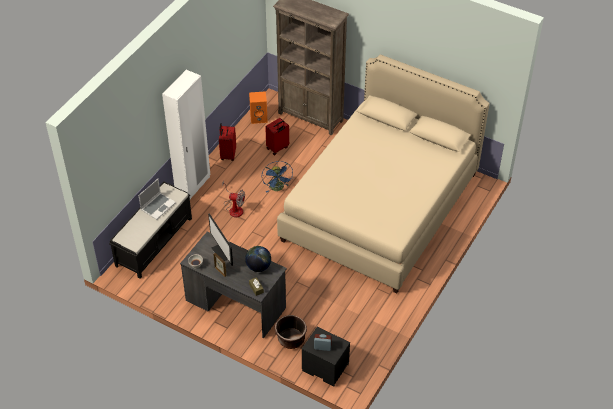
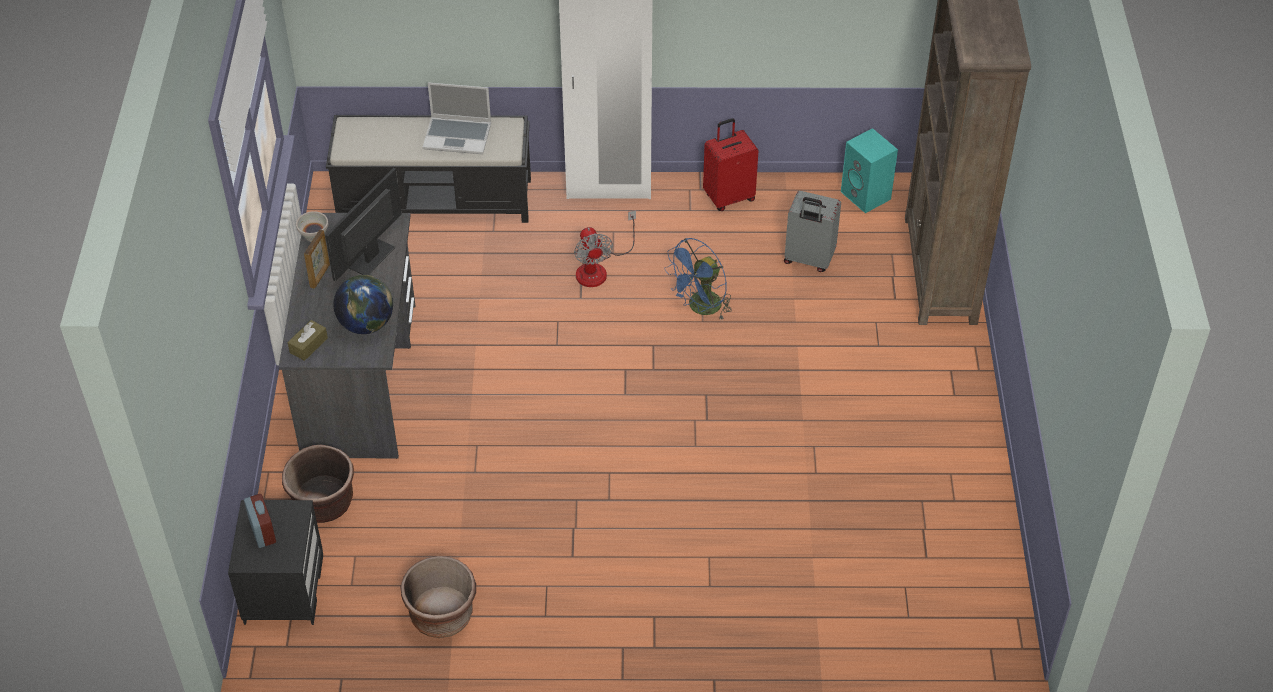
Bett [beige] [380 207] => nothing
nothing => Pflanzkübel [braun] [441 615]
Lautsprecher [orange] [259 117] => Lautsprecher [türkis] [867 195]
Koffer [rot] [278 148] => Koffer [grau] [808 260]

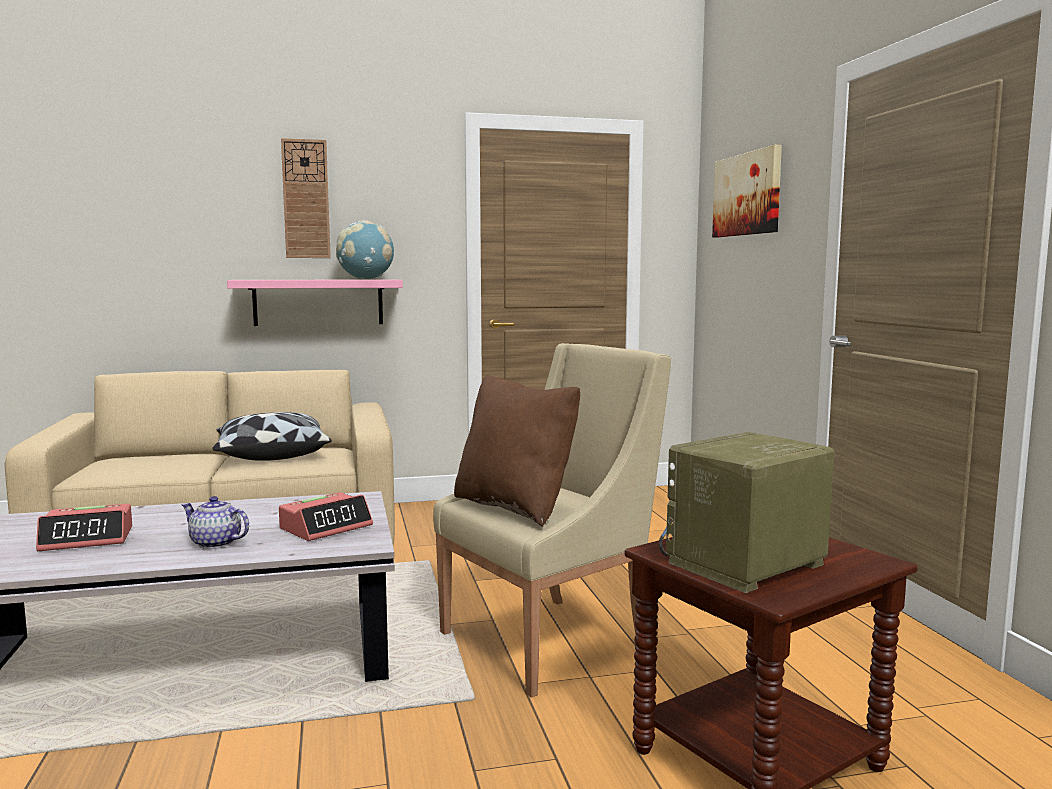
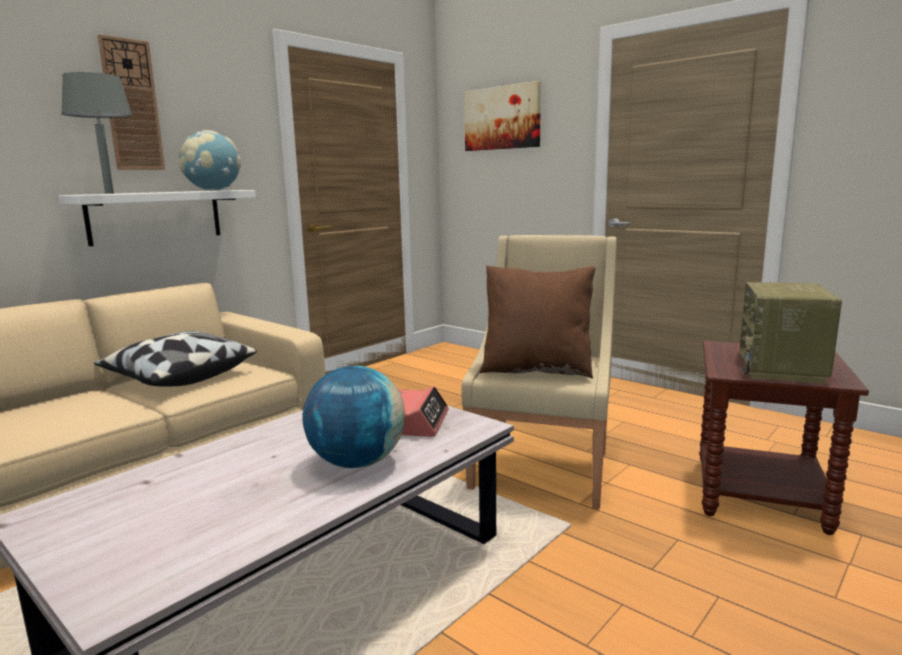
Wecker [87 539] => nothing
nothing => Tischlampe [grau] [109 193]
Teekanne [216 543] => Globus [357 462]
Wandregal [rosa] [318 302] => Wandregal [weiß] [155 216]

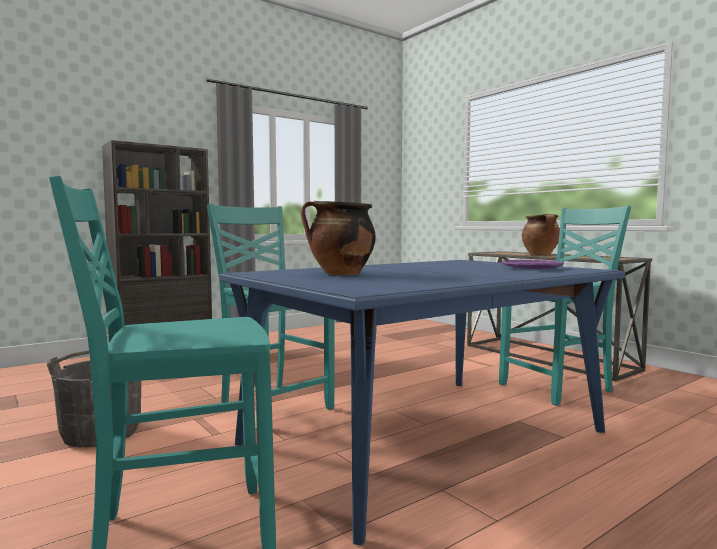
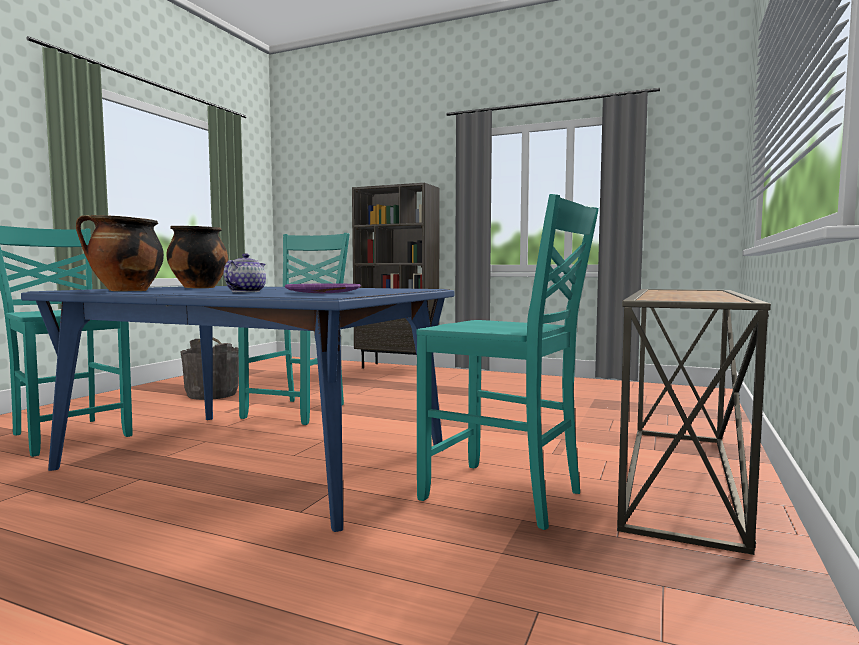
nothing => Teekanne [246 292]
Kochtopf [541 255] => Kochtopf [125 291], shifted

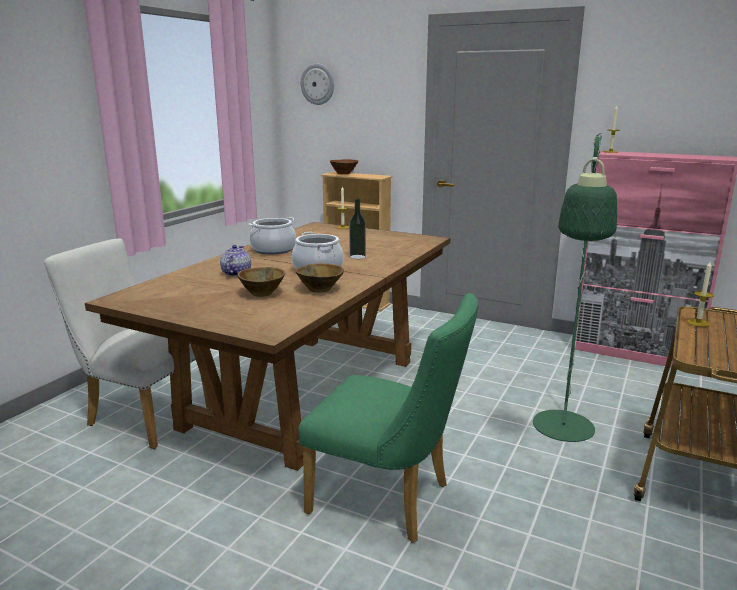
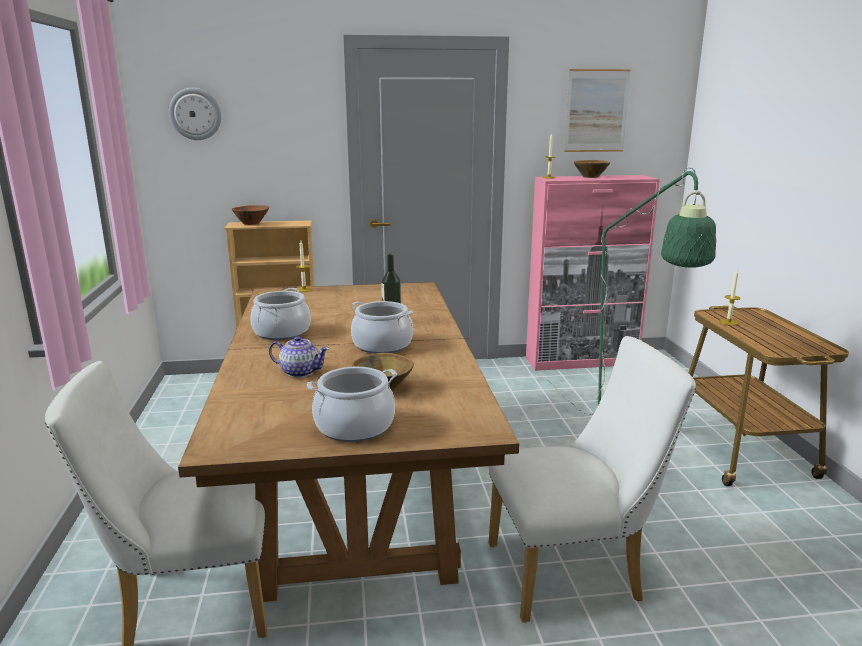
nothing => Kochtopf [354 426]
nothing => Bild [596 111]
Schüssel [braun] [320 289] => Schüssel [braun] [591 177], shifted
Stuhl [grün] [389 500] => Stuhl [weiß] [574 572]
Teekanne [236 273] => Teekanne [300 372], 135 degrees clockwise

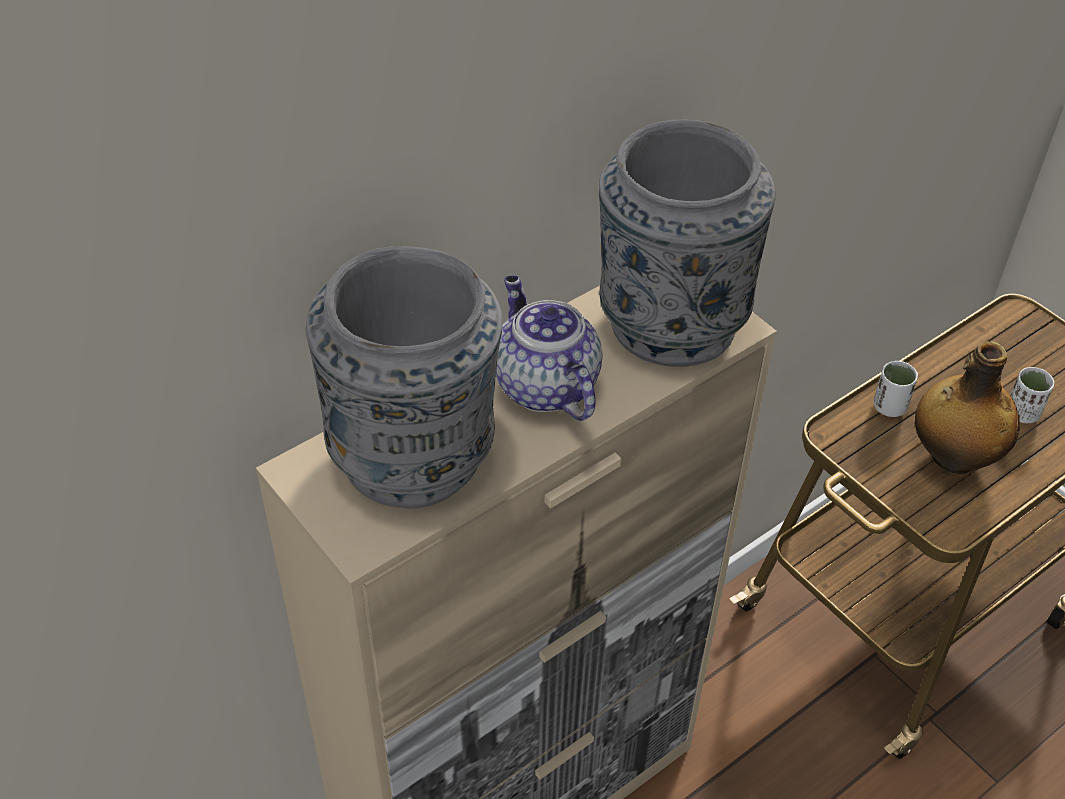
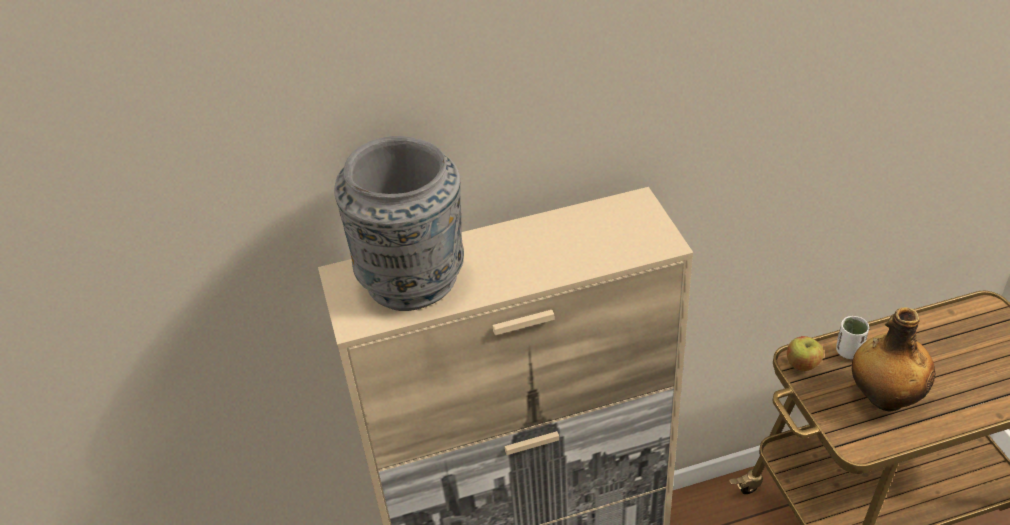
Teekanne [543 385] => nothing
Vase [grau] [669 321] => nothing
Tasse [weiß] [1022 413] => nothing
nothing => Apfel [802 364]

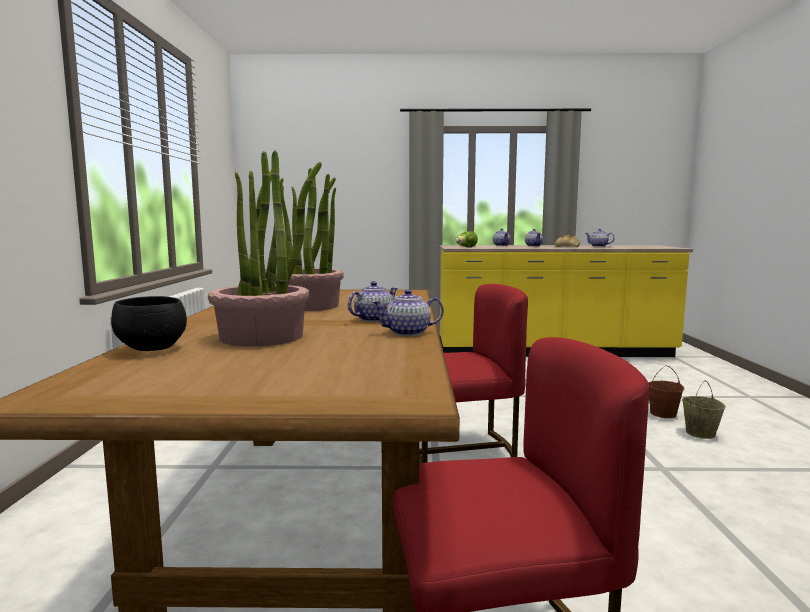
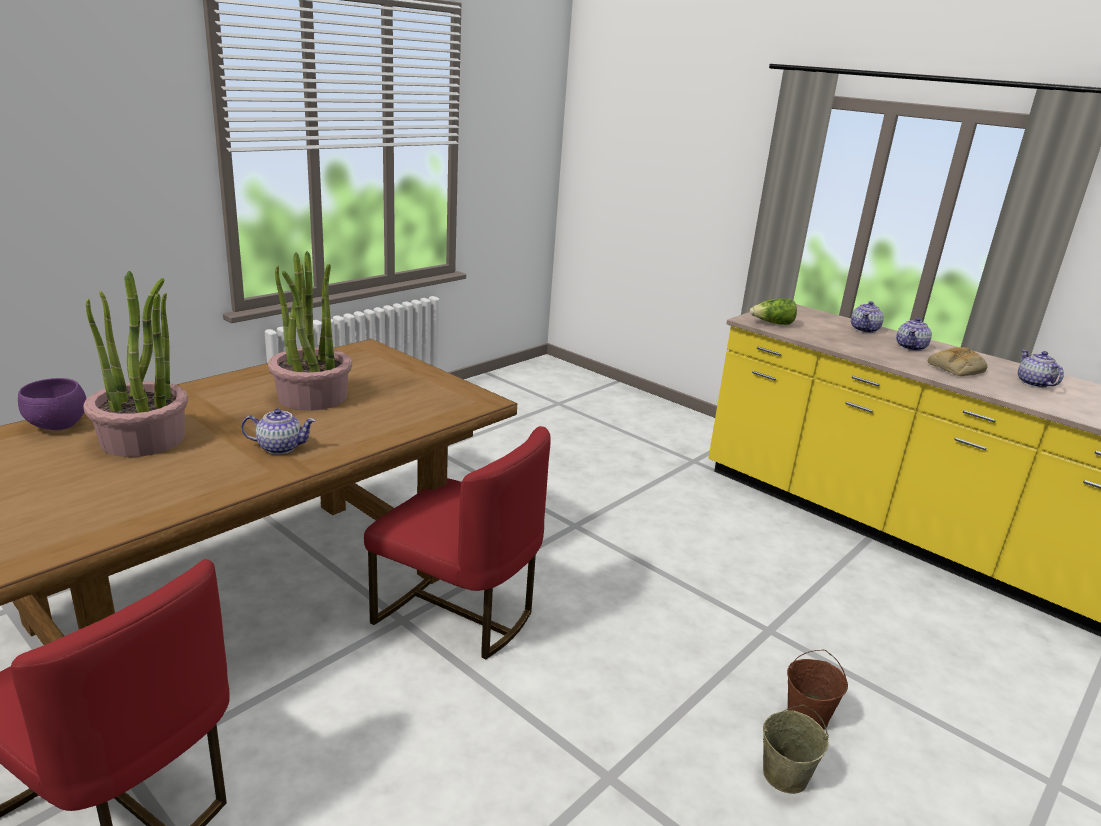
Teekanne [408 333] => nothing
Schüssel [schwarz] [154 349] => Schüssel [lila] [59 426]

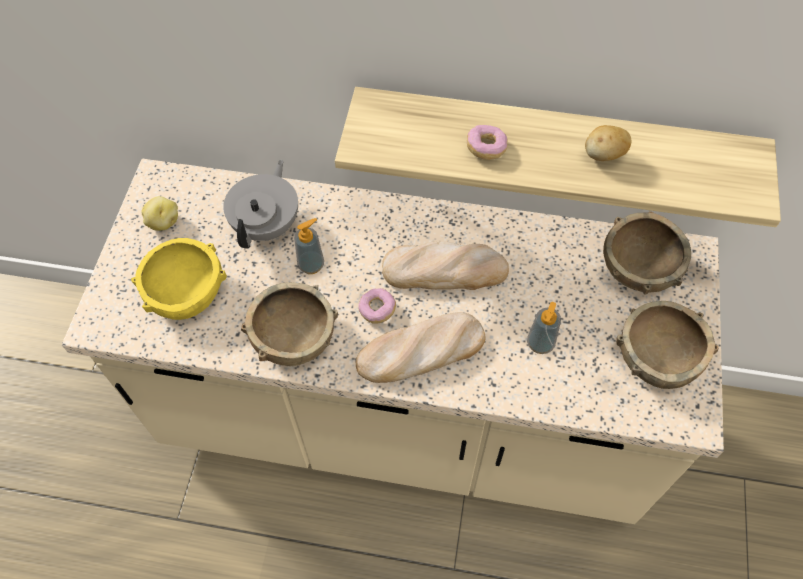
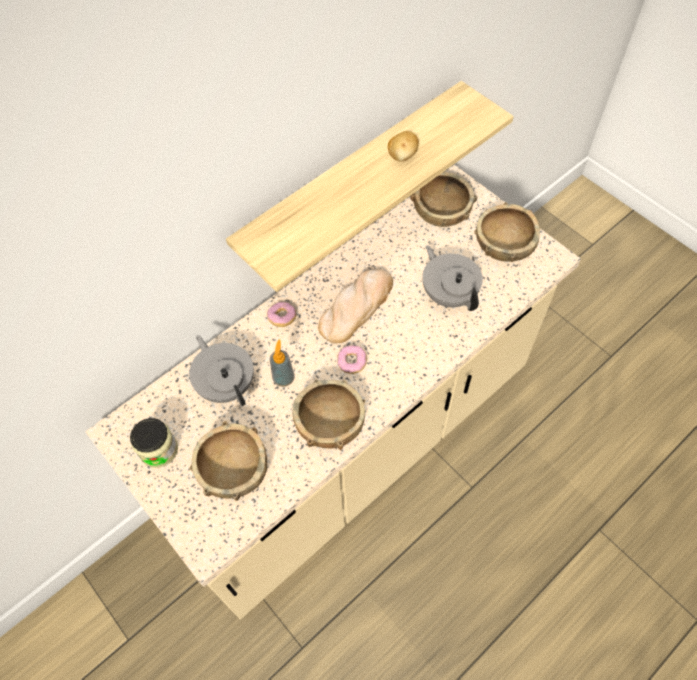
Brot [420 352] => nothing
Donut [486 148] => Donut [282 318], shifted
Kartoffel [163 222] => Vorratsglas [159 450]
Seifenspender [540 343] => Teekanne [grau] [449 294]
Schüssel [gelb] [187 292] => Schüssel [braun] [234 469]

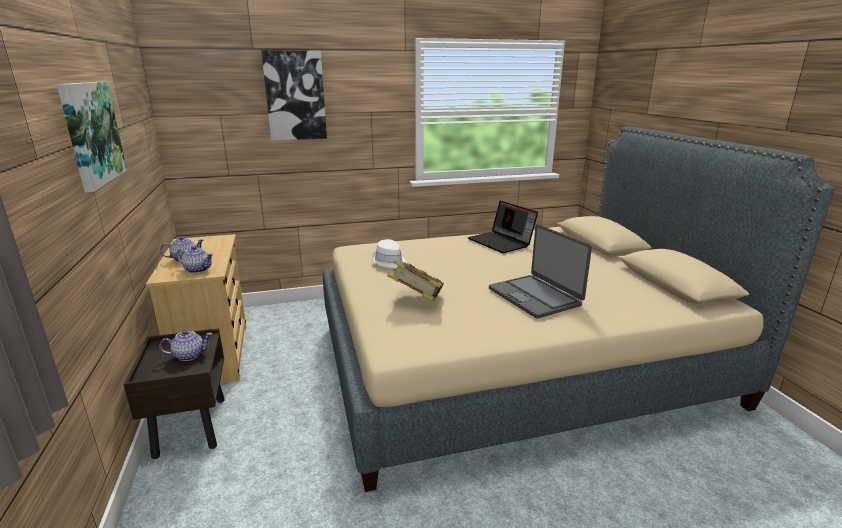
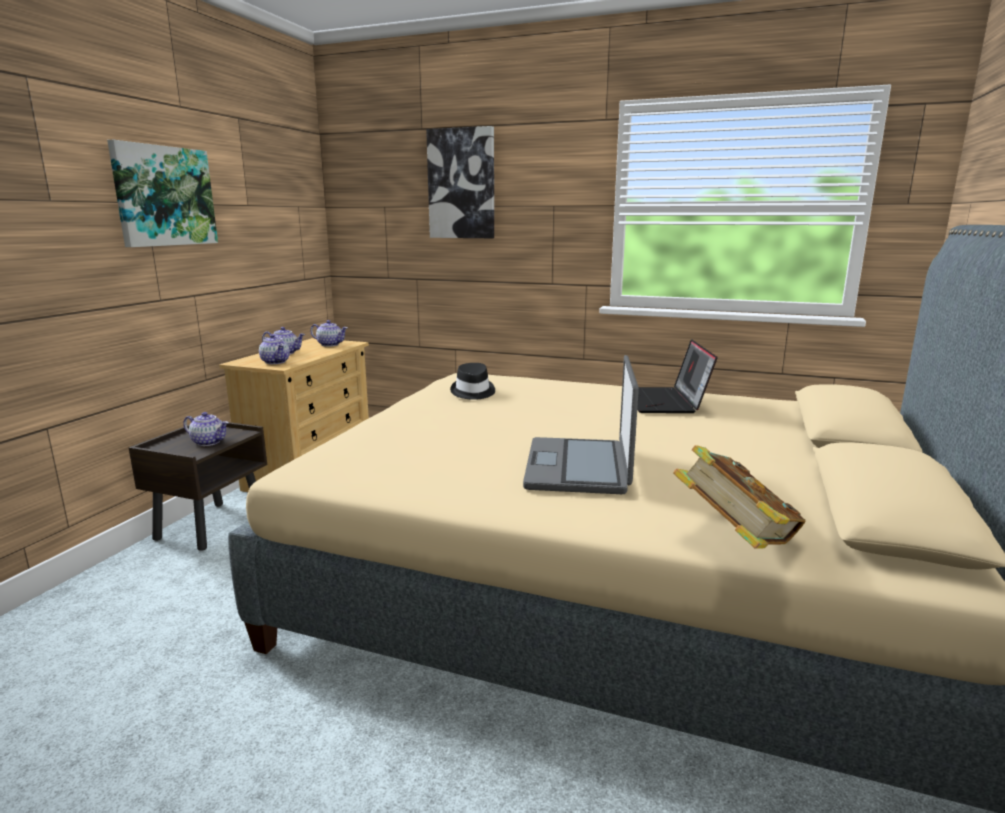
nothing => Teekanne [330 344]
Buch [416 300] => Buch [734 539], shifted
Hut [weiß] [389 261] => Hut [schwarz] [472 392]

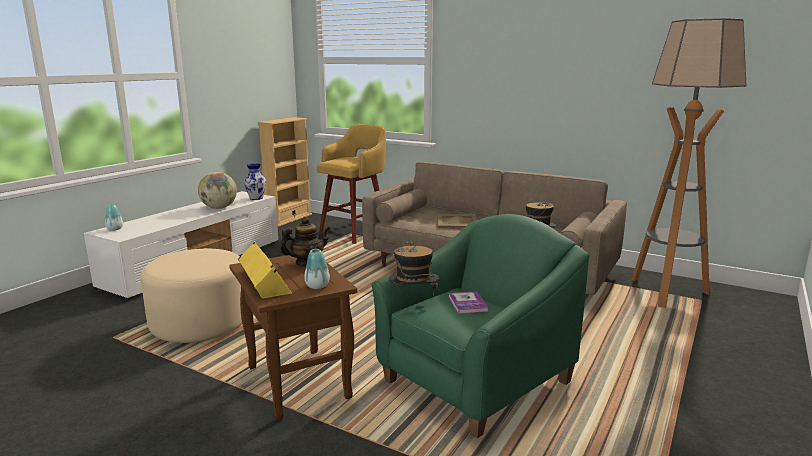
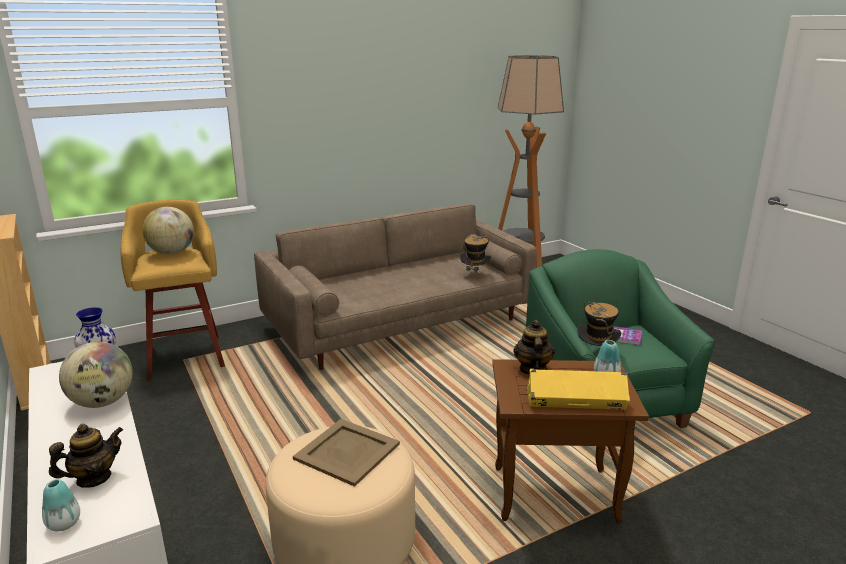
nothing => Teekanne [93 478]
nothing => Globus [172 253]
Tablett [beige] [457 222] => Tablett [beige] [347 452], shifted

